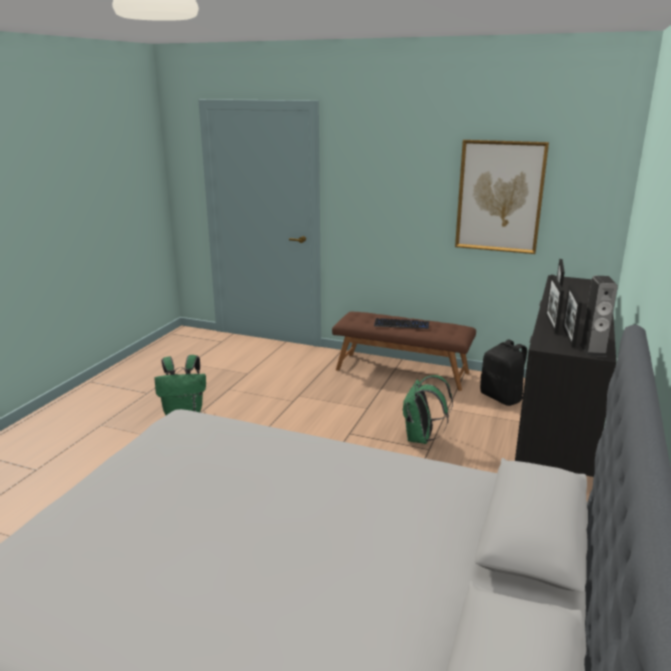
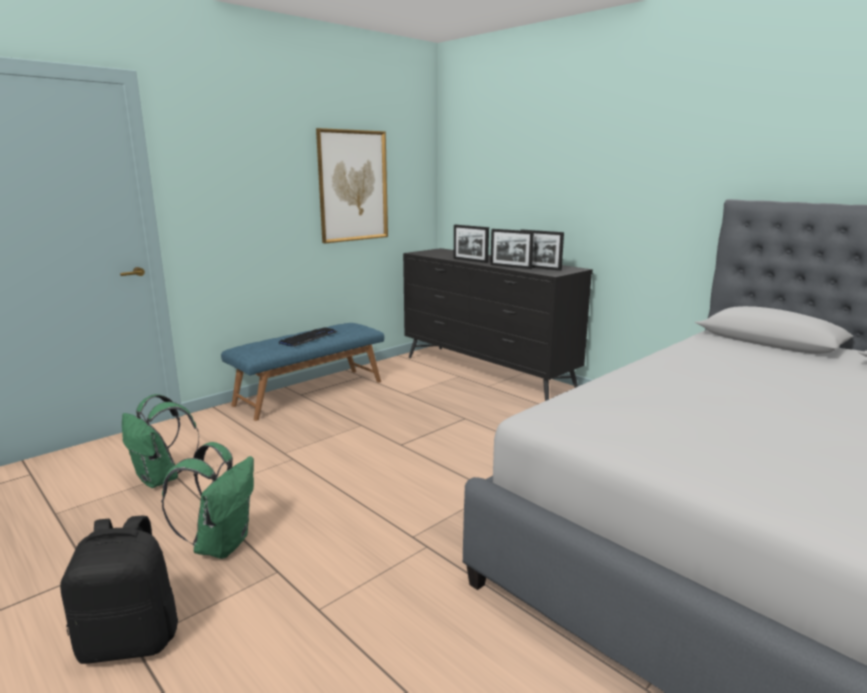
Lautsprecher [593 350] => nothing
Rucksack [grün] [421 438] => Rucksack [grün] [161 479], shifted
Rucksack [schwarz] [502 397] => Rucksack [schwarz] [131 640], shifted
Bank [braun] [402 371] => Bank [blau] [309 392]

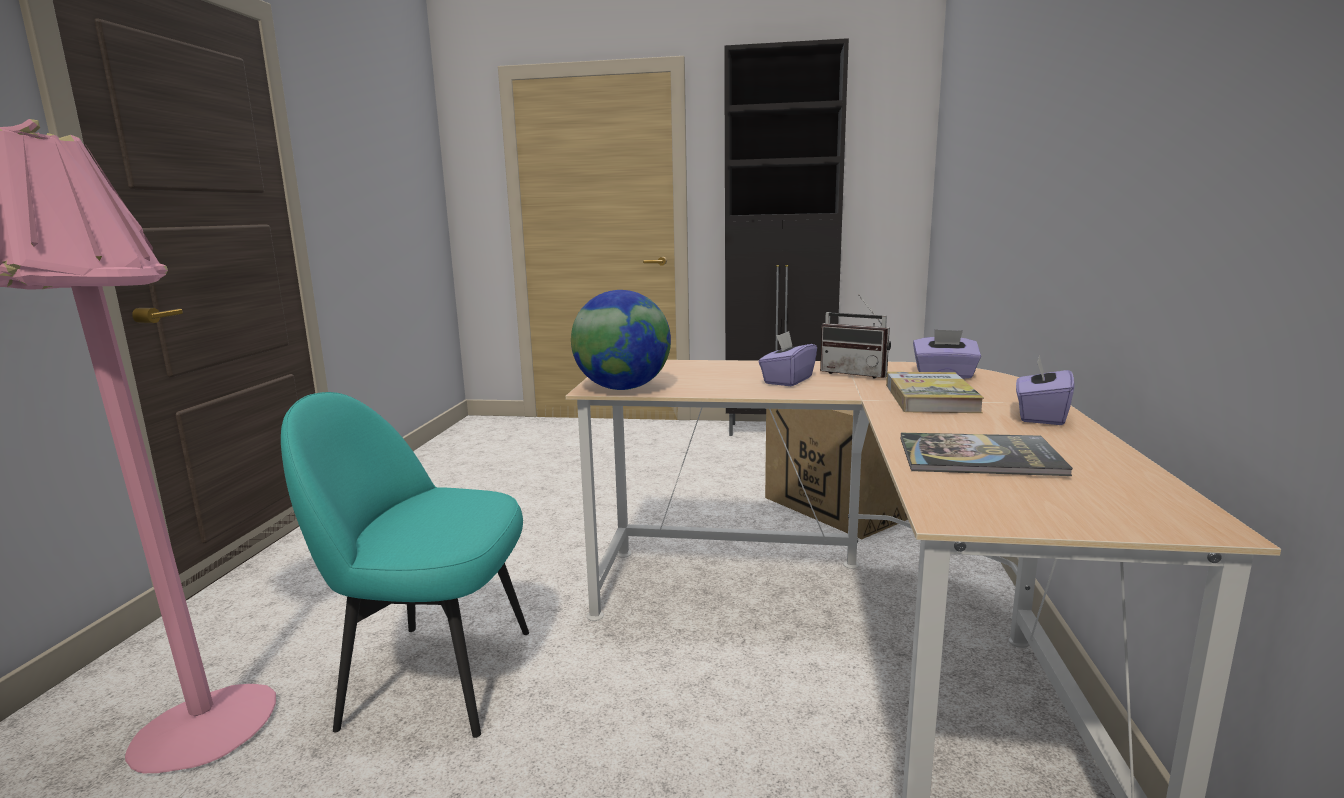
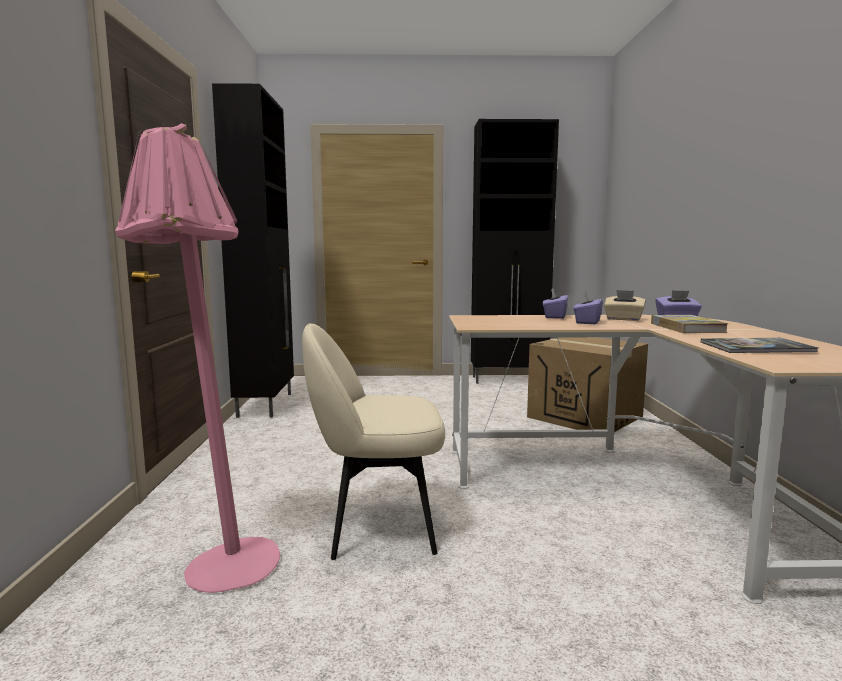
Globus [623 388] => nothing
nothing => Schrank [schwarz] [266 404]
Taschentuchbox [lila] [1040 416] => Taschentuchbox [lila] [554 317], shifted
Radio [856 373] => Taschentuchbox [beige] [623 319]
Stuhl [türkis] [434 676] => Stuhl [beige] [378 525]

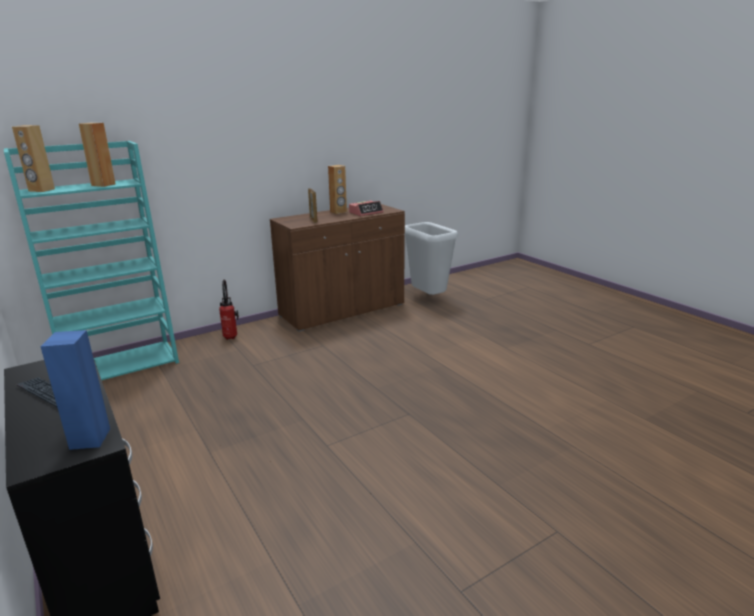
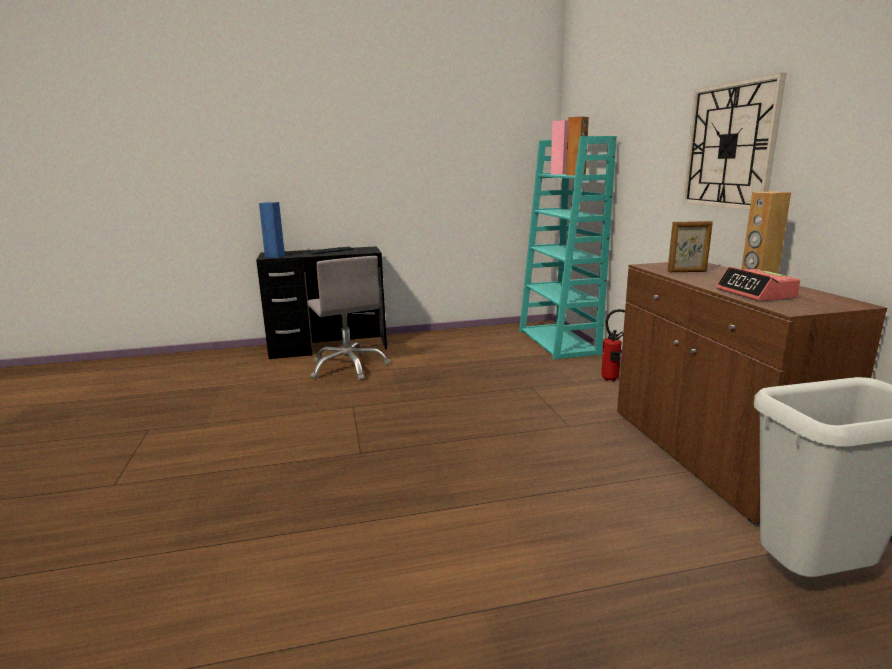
nothing => Bürostuhl [grau] [348 367]
nothing => Wanduhr [729 146]
Lautsprecher [braun] [41 190] => Lautsprecher [rosa] [559 174]

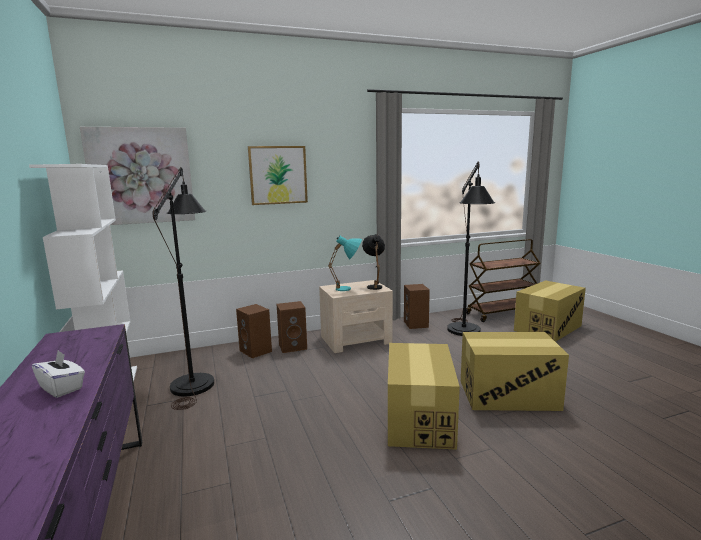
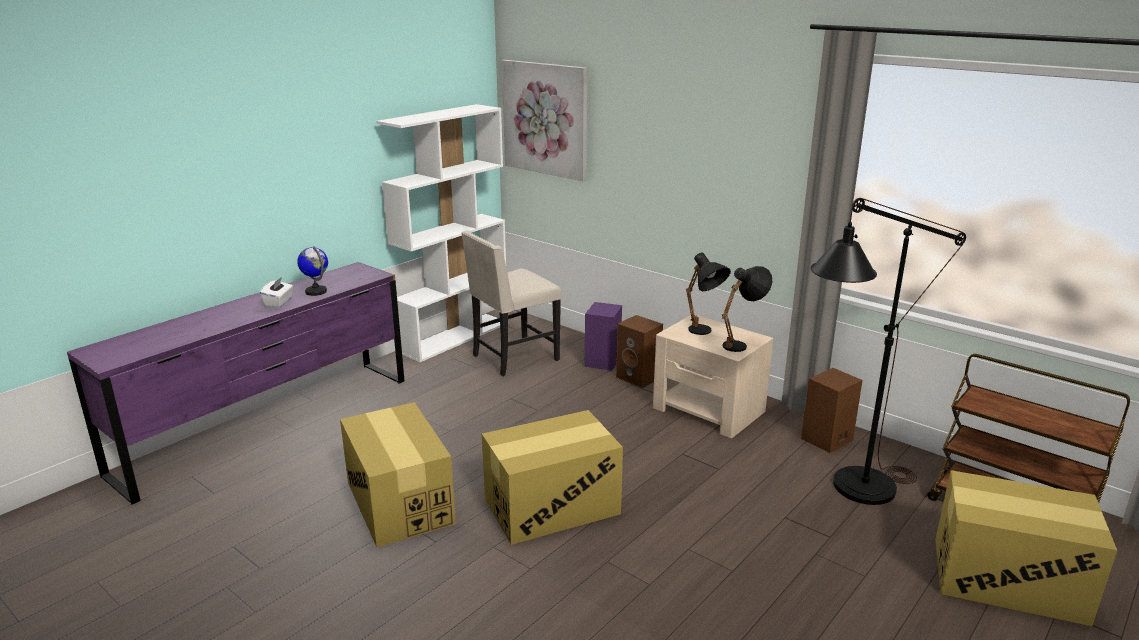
Bild [278 175] => nothing
nothing => Globus [316 291]
Karton [508 395] => Karton [399 502], shifted
Stehlampe [schwarz] [195 379] => Stuhl [beige] [513 358]
Lautsprecher [braun] [256 351] => Lautsprecher [lila] [603 362]
Tischlampe [türkis] [349 289] => Tischlampe [schwarz] [704 333]

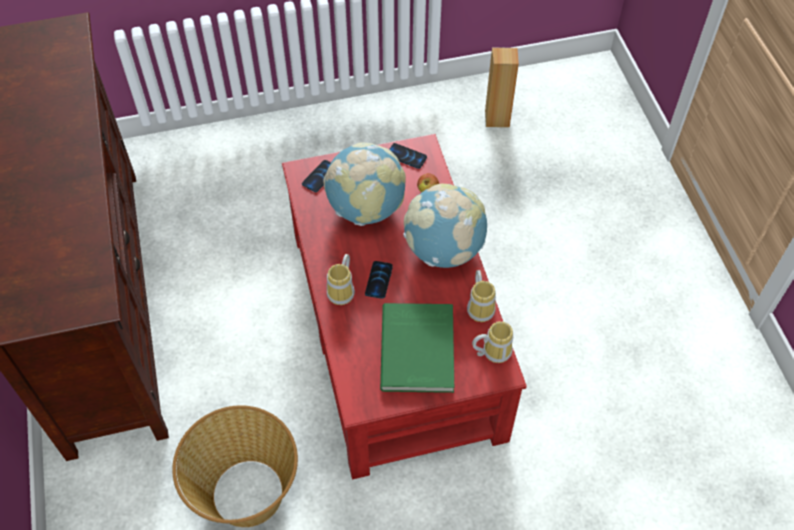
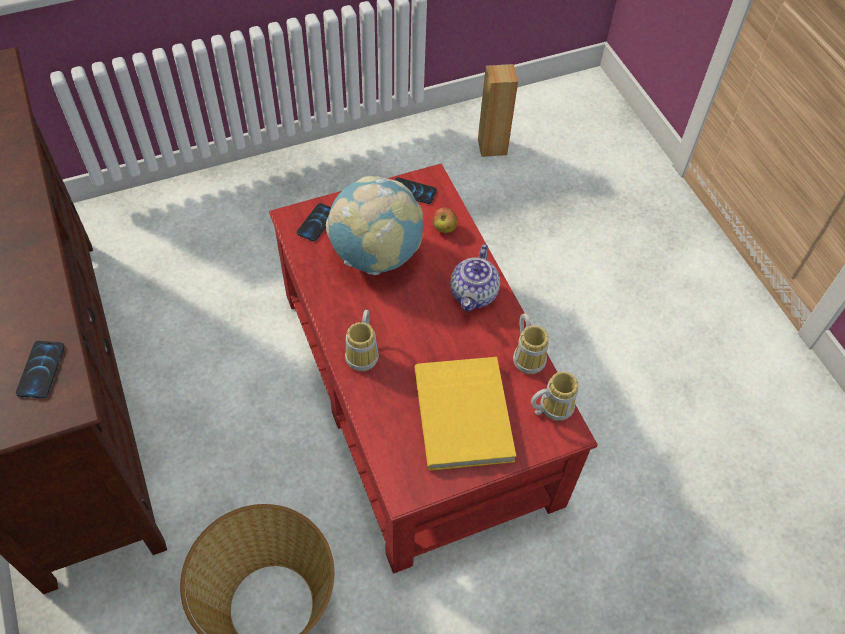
Handy [379 280] => Handy [41 370], shifted
Globus [444 250] => Teekanne [474 294]
Buch [grün] [419 349] => Buch [gelb] [465 414]

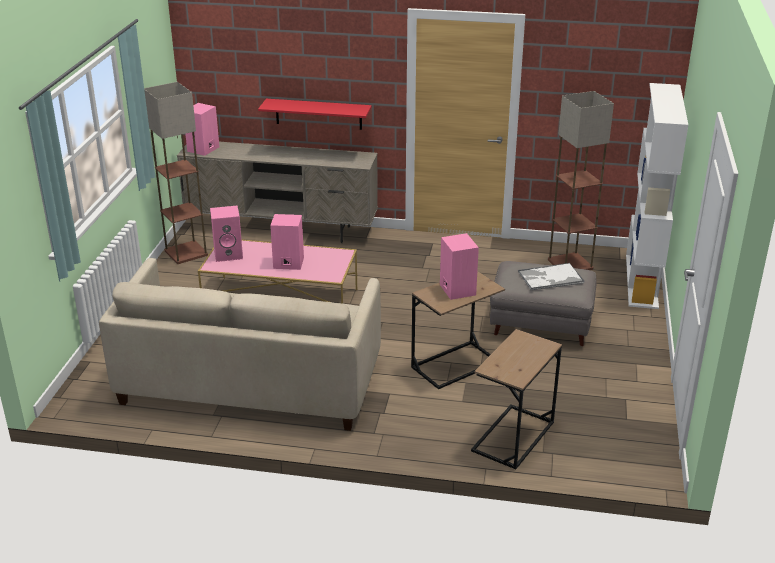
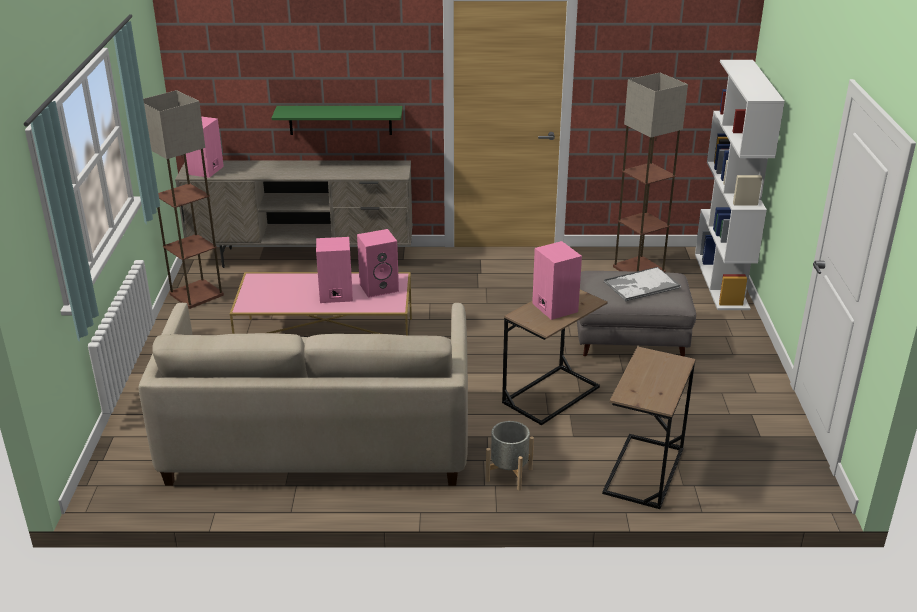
nothing => Pflanzkübel [grau] [509 474]
Lautsprecher [rosa] [229 254] => Lautsprecher [rosa] [379 287], shifted
Wandregal [rot] [318 114] => Wandregal [grün] [340 120]

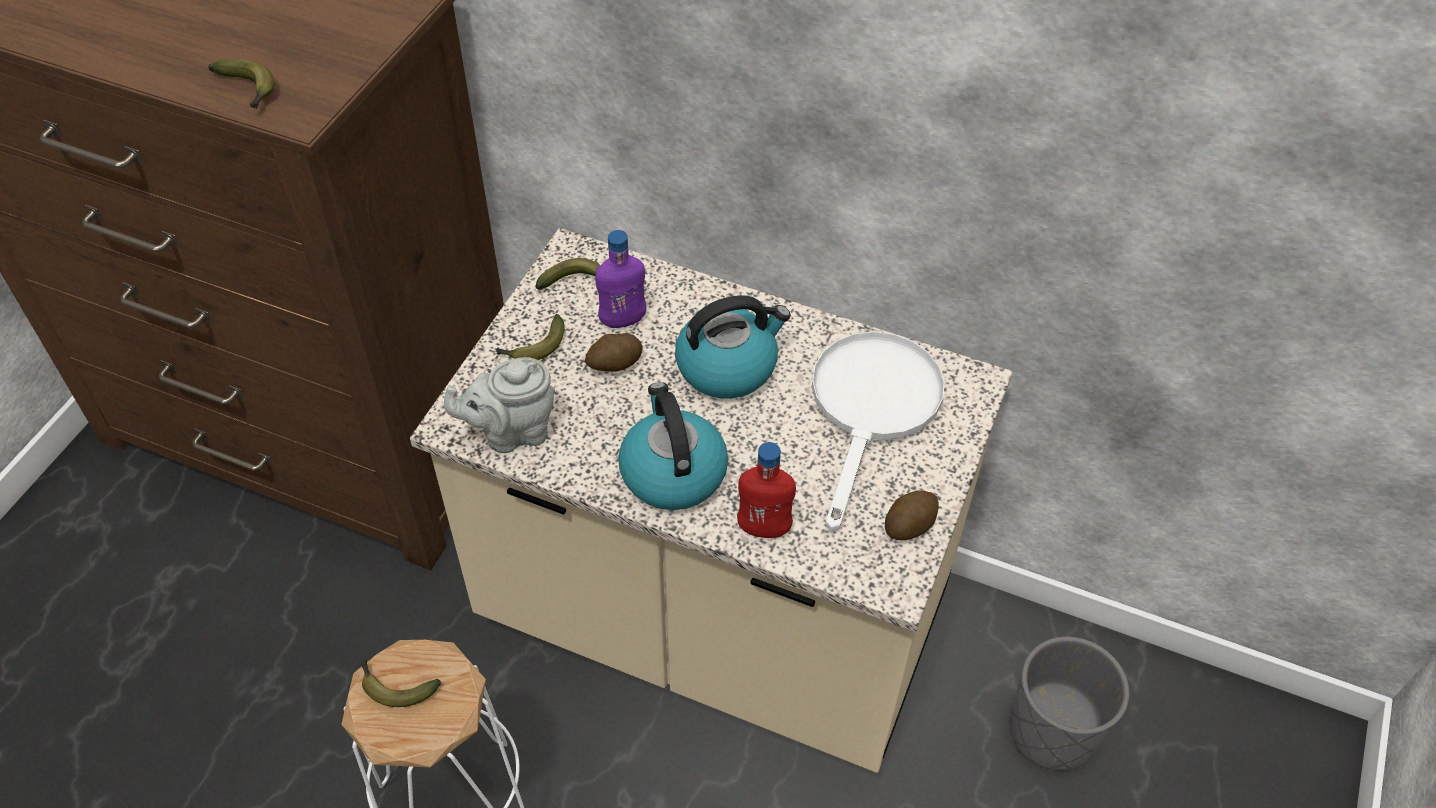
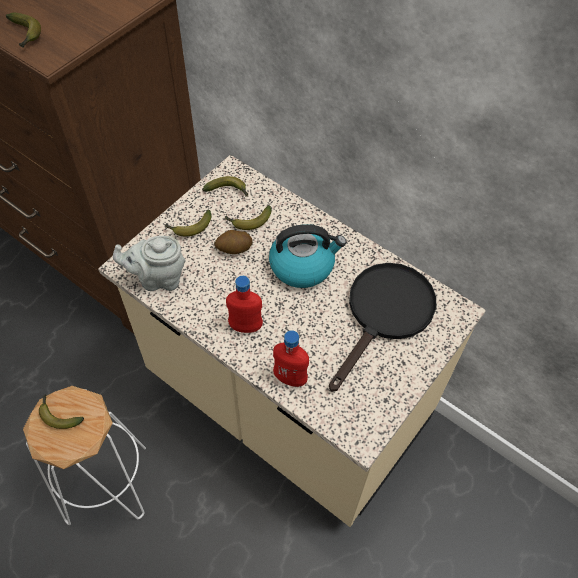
Kartoffel [909 524] => nothing
Pflanzkübel [grau] [1052 731] => nothing
Flasche [lila] [623 320] => Banane [248 221]
Wasserkessel [672 471] => Flasche [rot] [245 327]
Pfanne [weiß] [872 409] => Pfanne [schwarz] [385 314]

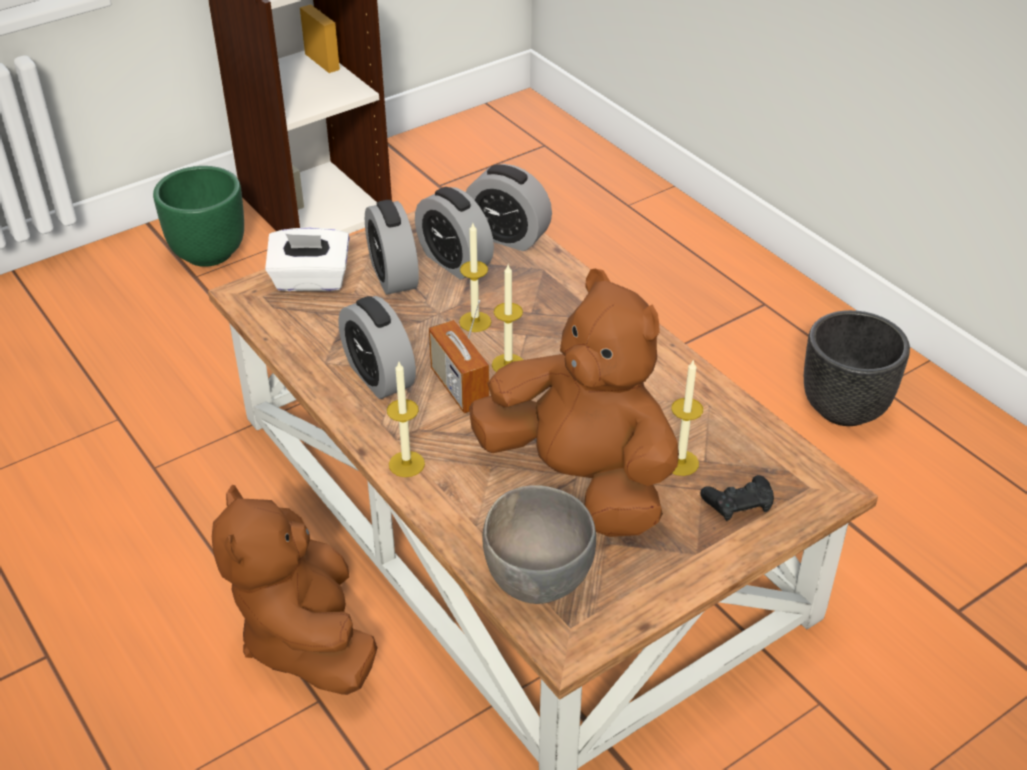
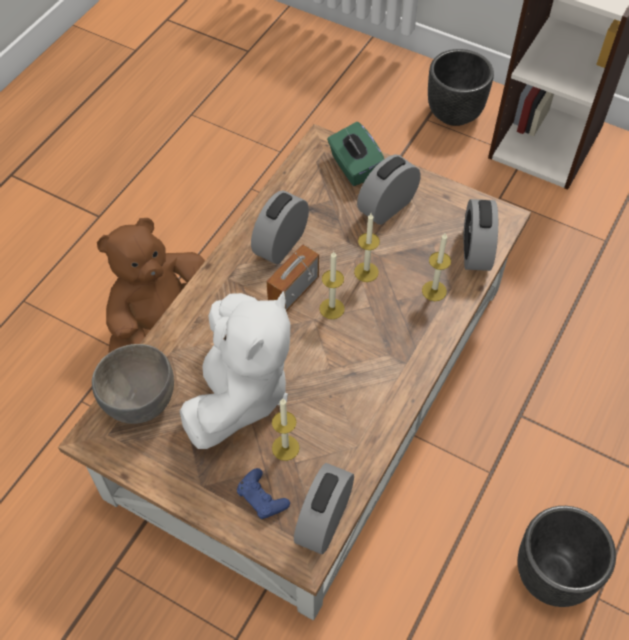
Kerze [406 464] => Kerze [434 291], shifted
Wecker [454 261] => Wecker [324 520], shifted
Pflanzkübel [grün] [208 253] => Pflanzkübel [schwarz] [453 114]
Taschentuchbox [weiß] [310 280] => Taschentuchbox [grün] [354 167]
Plüschtier [braun] [581 479] => Plüschtier [weiß] [239 393]
Gamepad [schwarz] [738 503] => Gamepad [blau] [262 497]

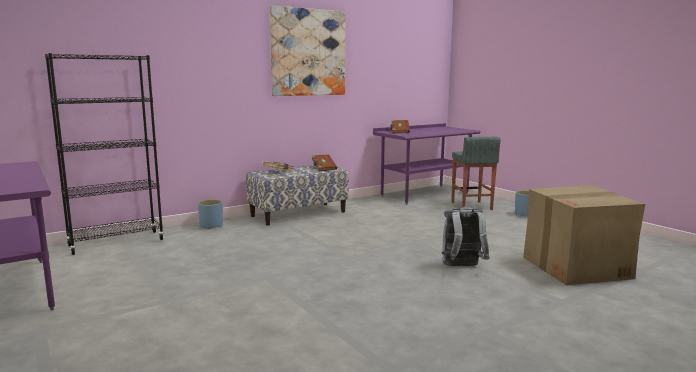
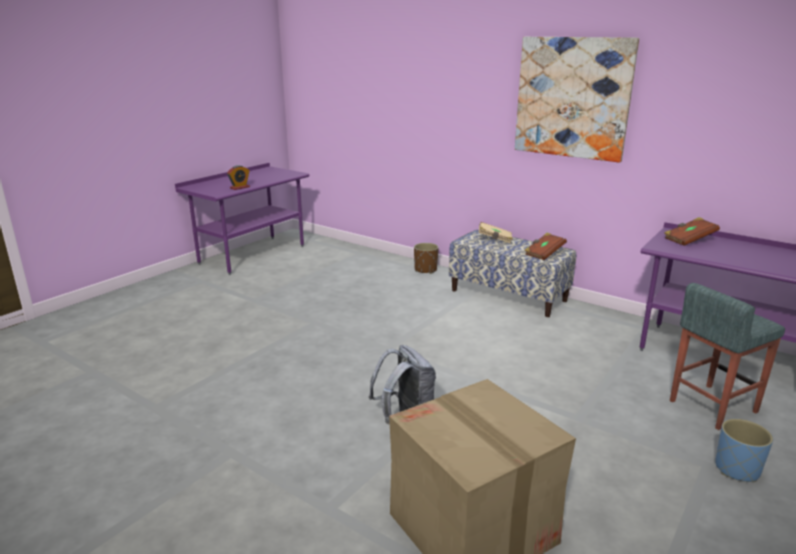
Bücherregal [schwarz] [116 242] => nothing
nothing => Wecker [240 187]
Pflanzkübel [blau] [211 226] => Pflanzkübel [braun] [426 270]

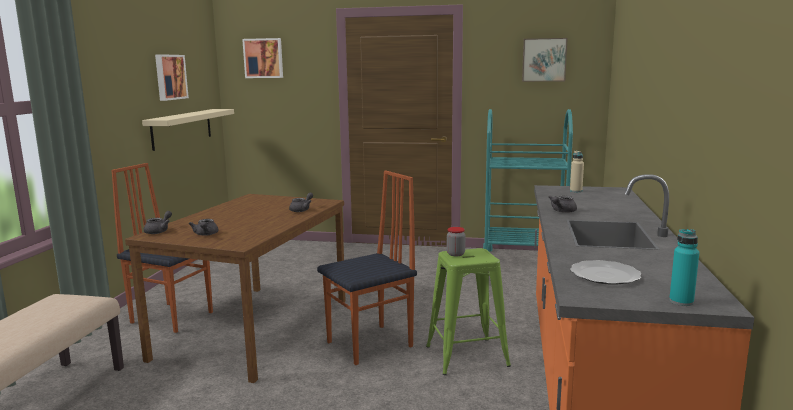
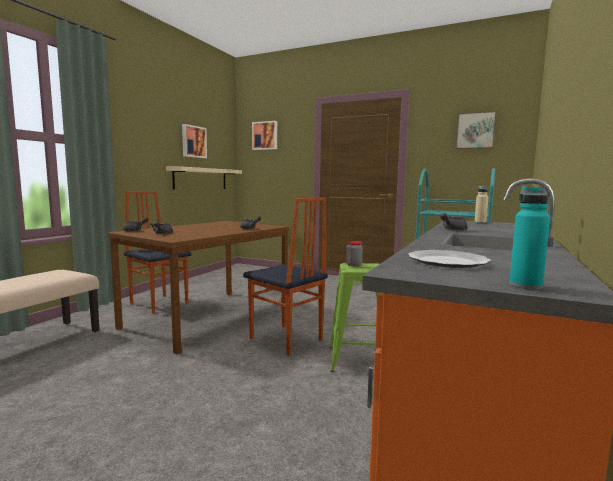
Stuhl [371 344] => Stuhl [285 340], 60 degrees clockwise

